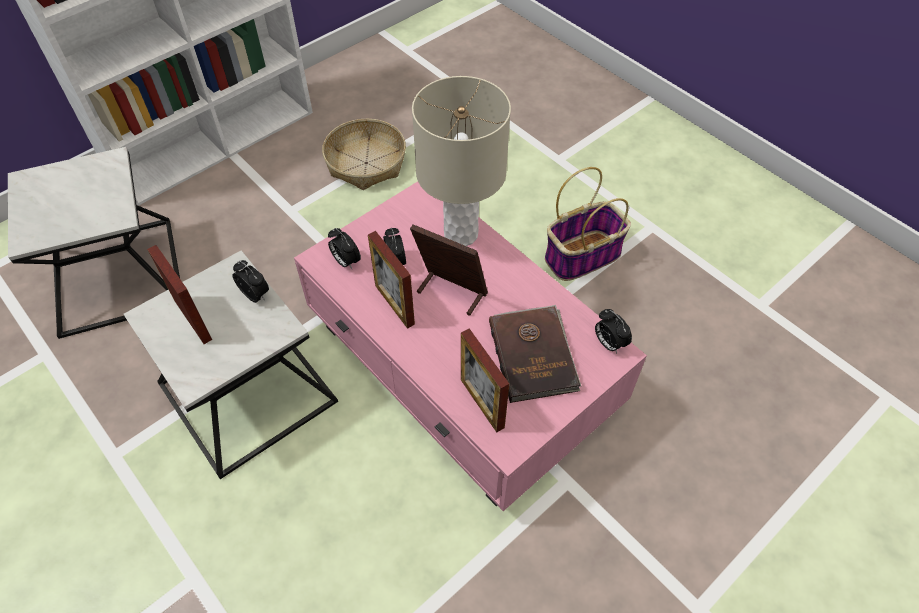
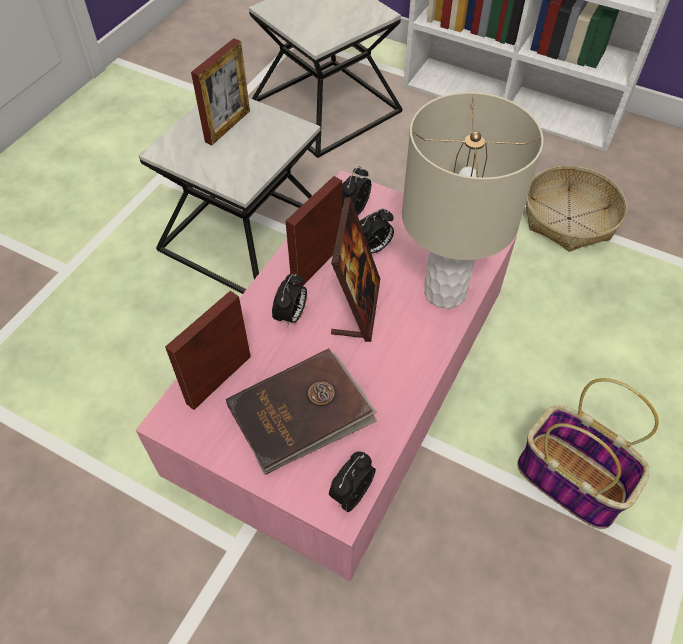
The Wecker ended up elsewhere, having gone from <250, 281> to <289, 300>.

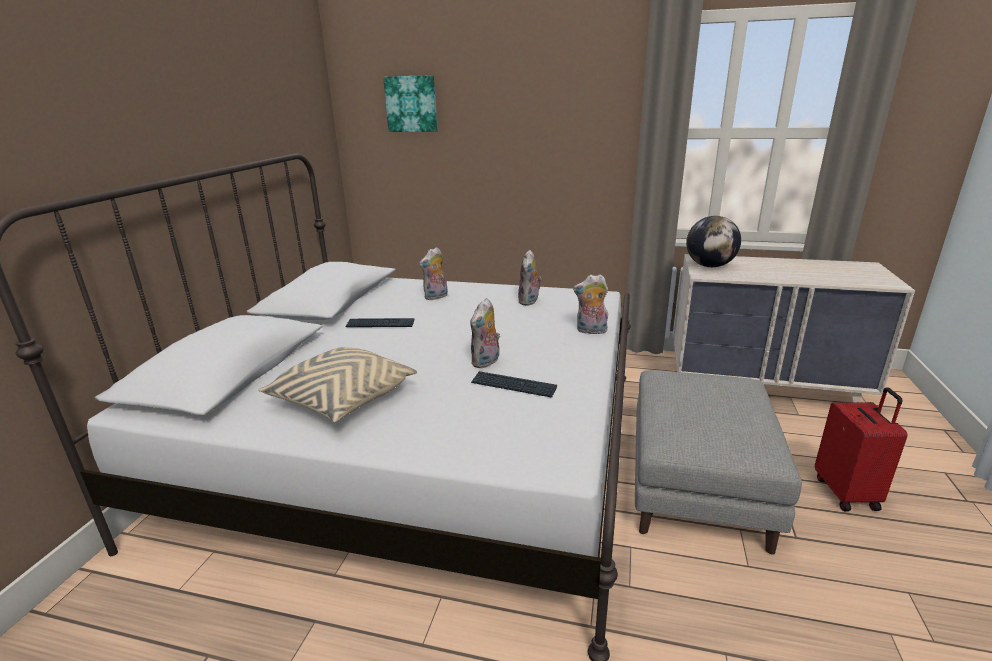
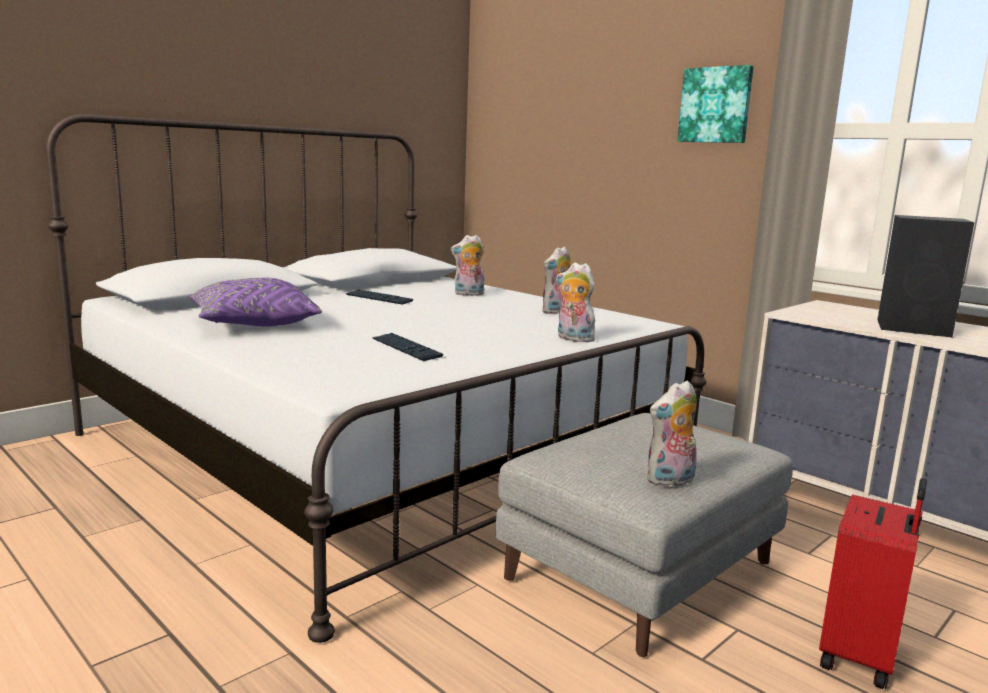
The second view lost the Globus at <713, 241>.
The second view gained the Lautsprecher [schwarz] at <925, 276>.
The Bild ended up elsewhere, having gone from <410, 103> to <716, 104>.
The Plüschtier ended up elsewhere, having gone from <485, 333> to <671, 434>.
What was the Kissen [beige] at <337, 384> turned into the Kissen [lila] at <255, 302>.

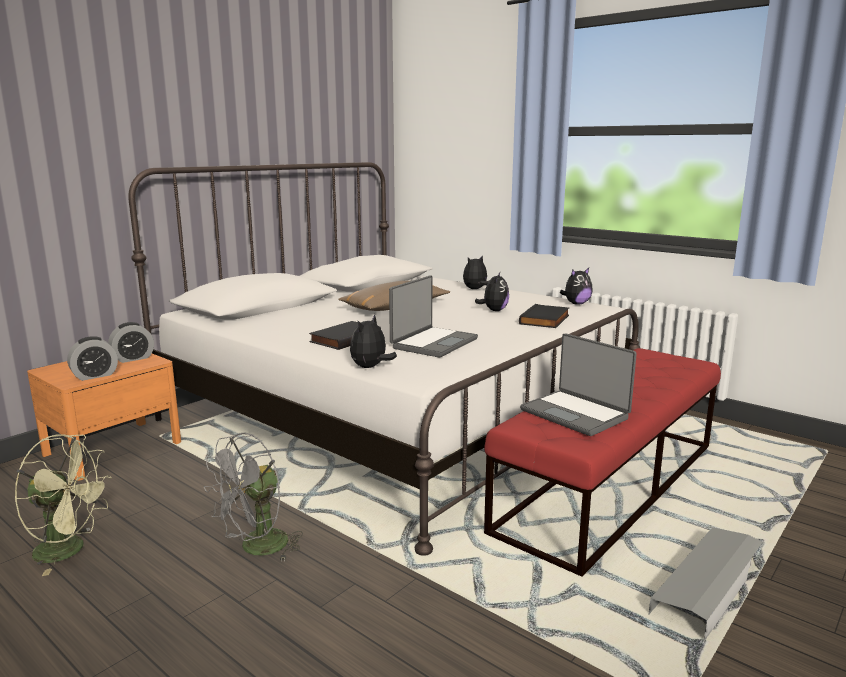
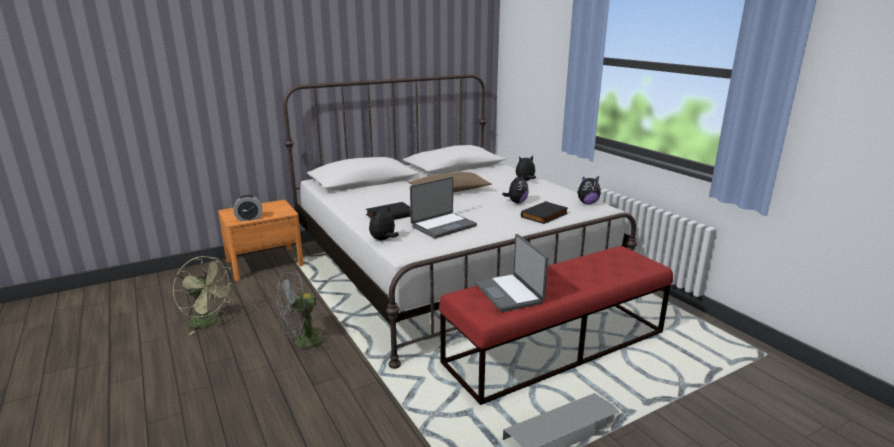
The second view lost the Wecker at <131, 342>.

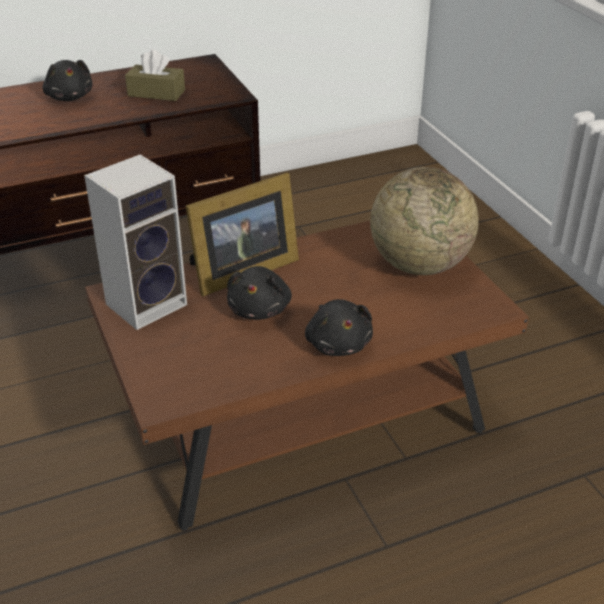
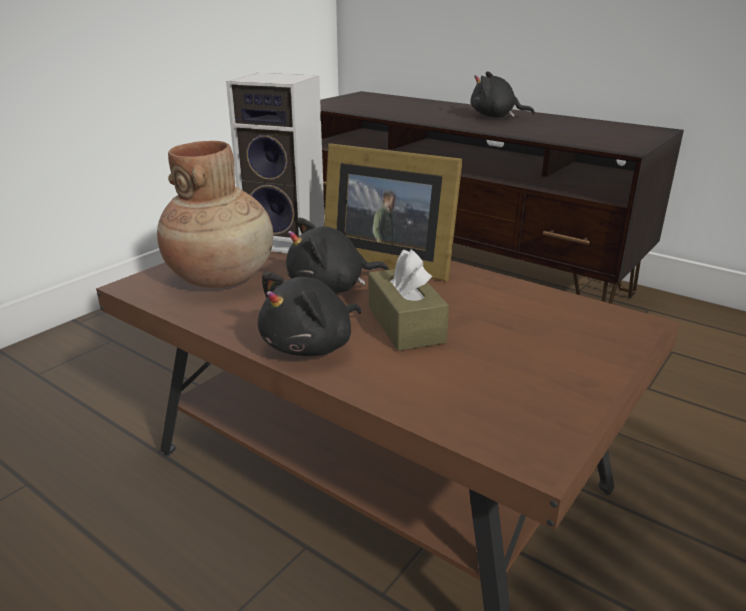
The second view lost the Globus at <424, 221>.
The second view gained the Vase [braun] at <215, 214>.
The Taschentuchbox [braun] ended up elsewhere, having gone from <155, 75> to <409, 300>.
The Plüschtier [schwarz] at <67, 80> ended up facing another way, 75 degrees clockwise from before.

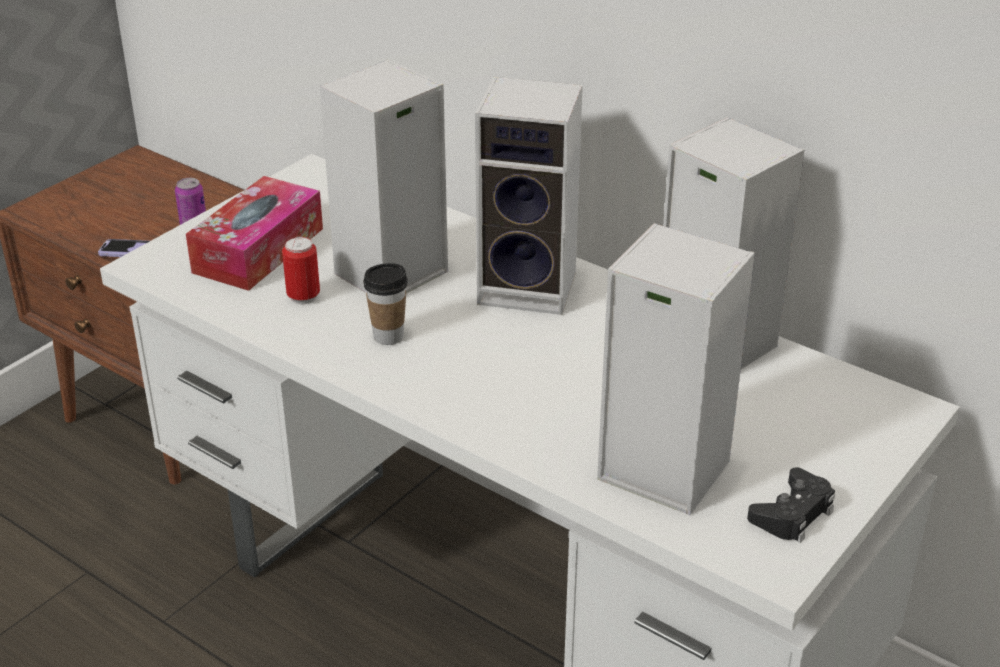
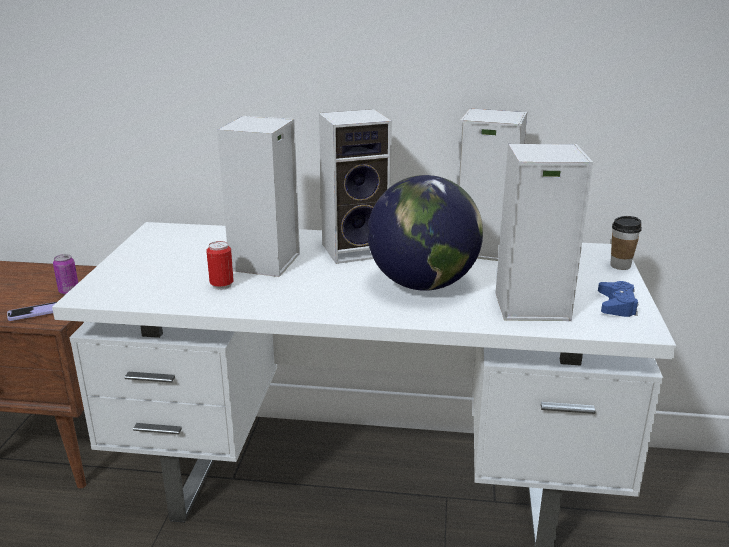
The second view lost the Taschentuchbox at <254, 233>.
The second view gained the Globus at <425, 233>.
The Tasse ended up elsewhere, having gone from <385, 304> to <626, 243>.
What was the Gamepad [schwarz] at <791, 505> turned into the Gamepad [blau] at <618, 299>.

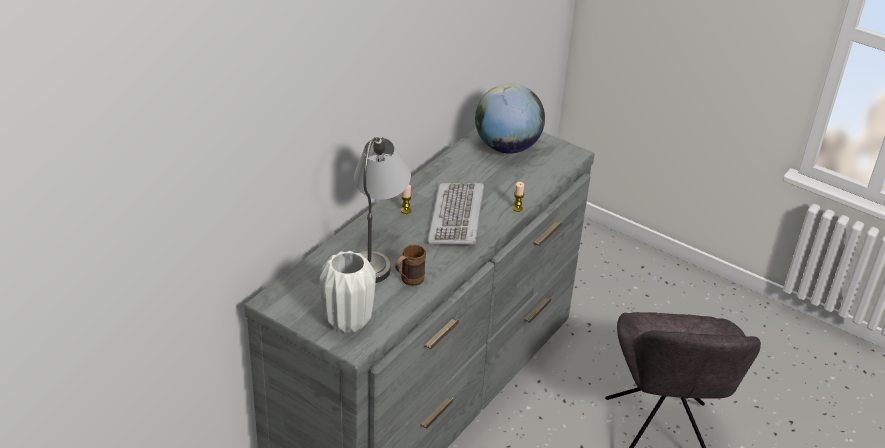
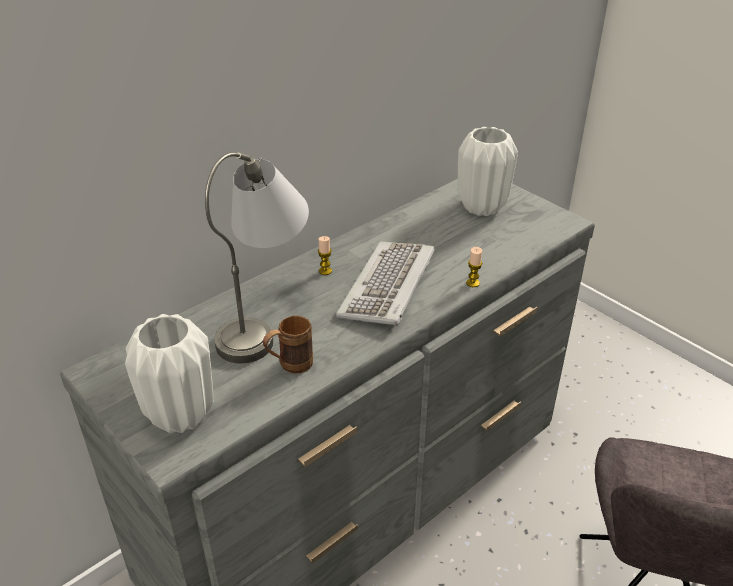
Where the Globus stood at <510, 118>, the Vase [weiß] came to stand at <488, 171>.

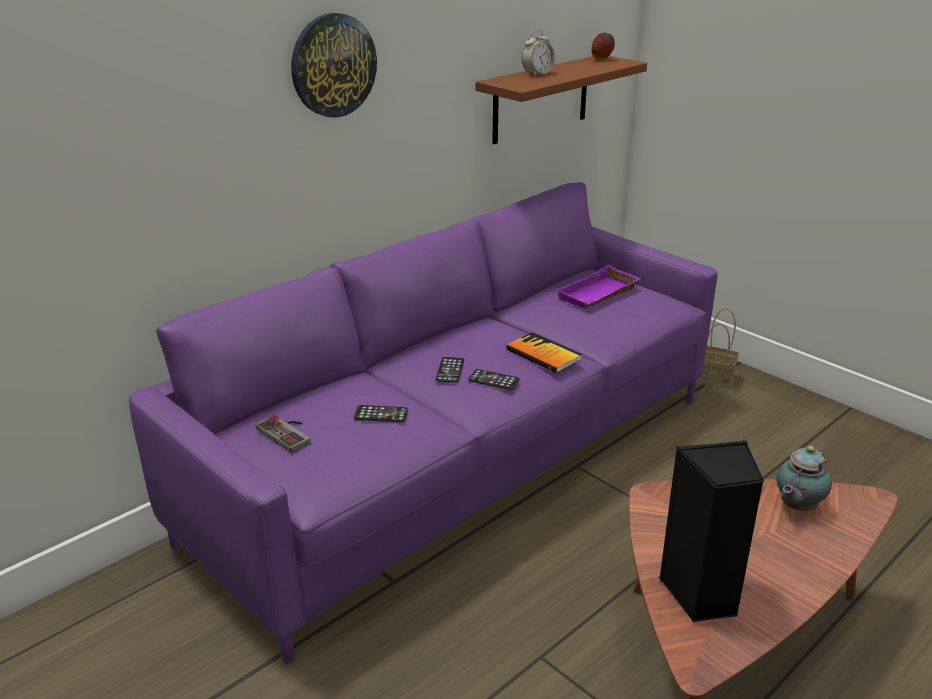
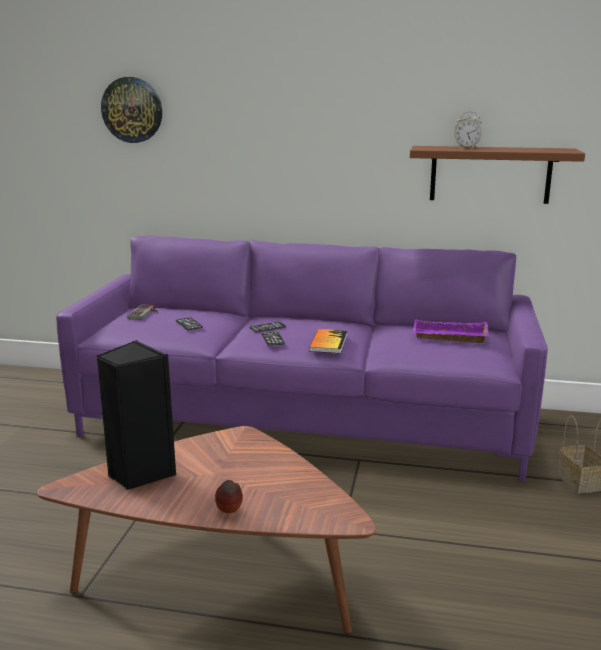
The second view lost the Teekanne at <804, 478>.
The Wanduhr ended up elsewhere, having gone from <334, 65> to <131, 110>.
The Apfel ended up elsewhere, having gone from <603, 45> to <229, 496>.

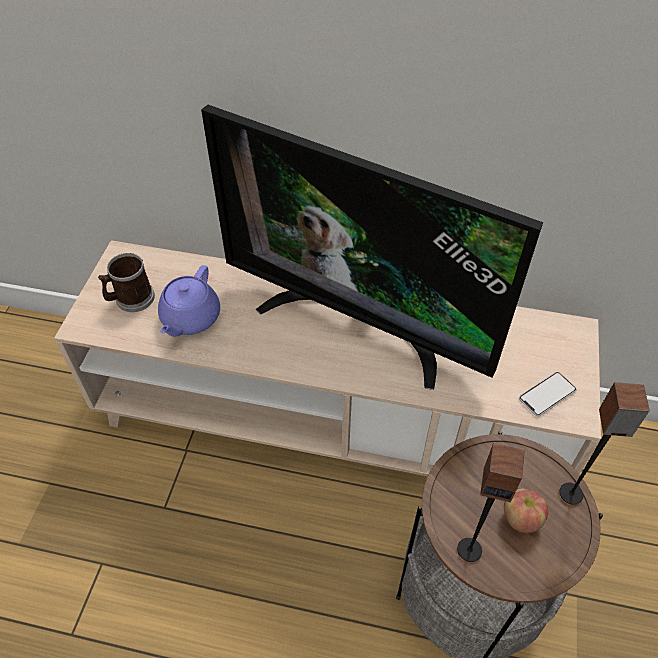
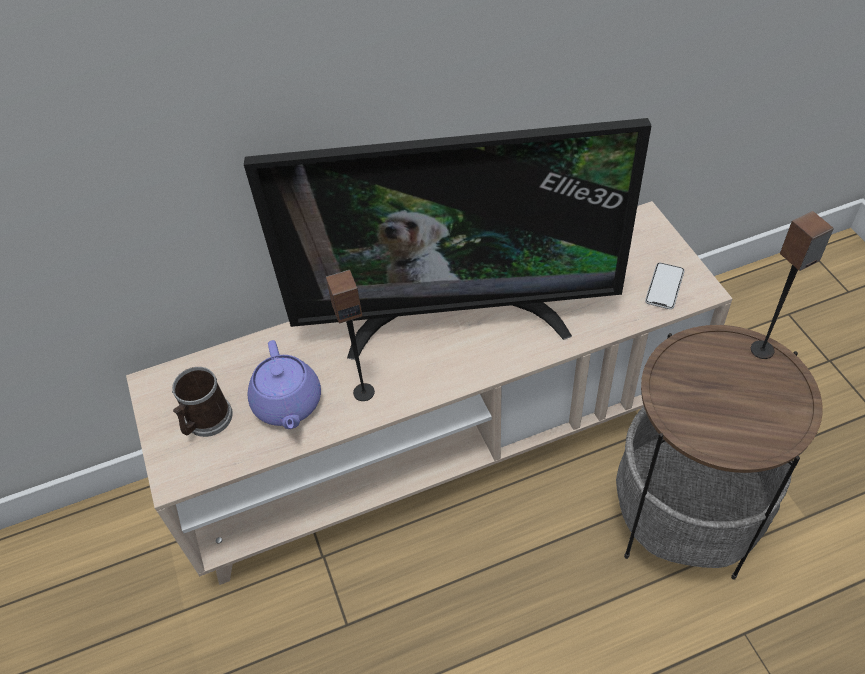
The second view lost the Apfel at <526, 511>.
The Lautsprecher ended up elsewhere, having gone from <491, 502> to <350, 335>.

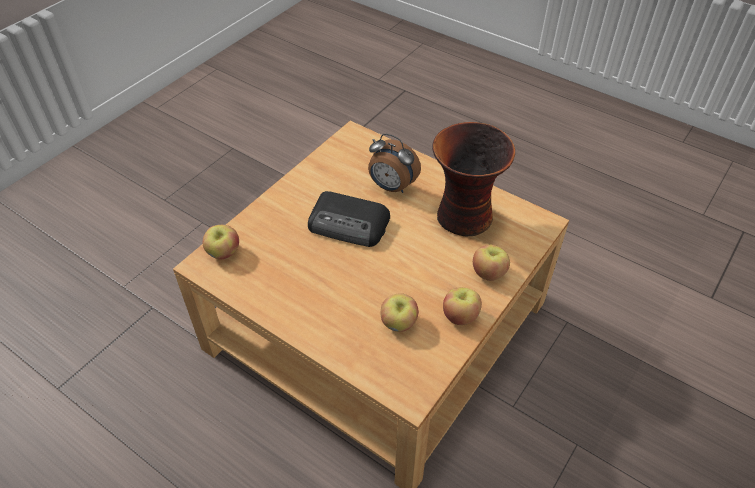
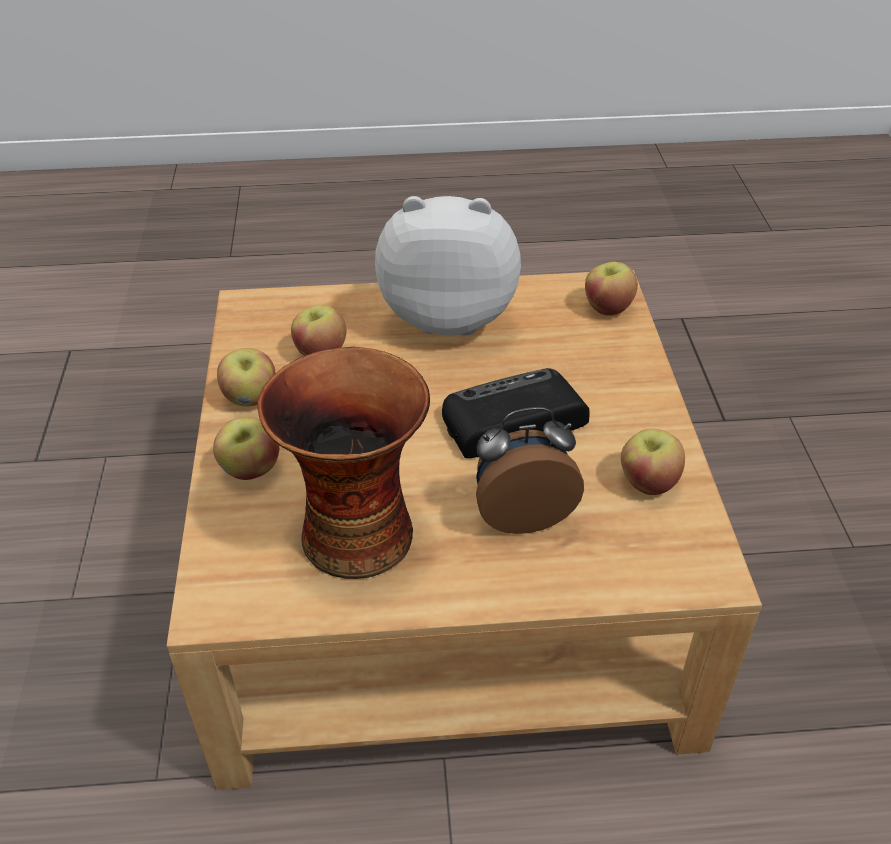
The second view gained the Plüschtier at <448, 265>.
The second view gained the Apfel at <653, 462>.

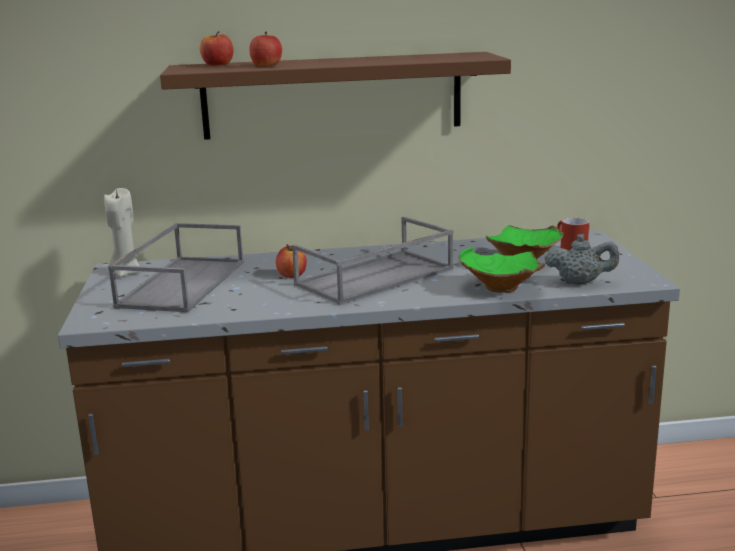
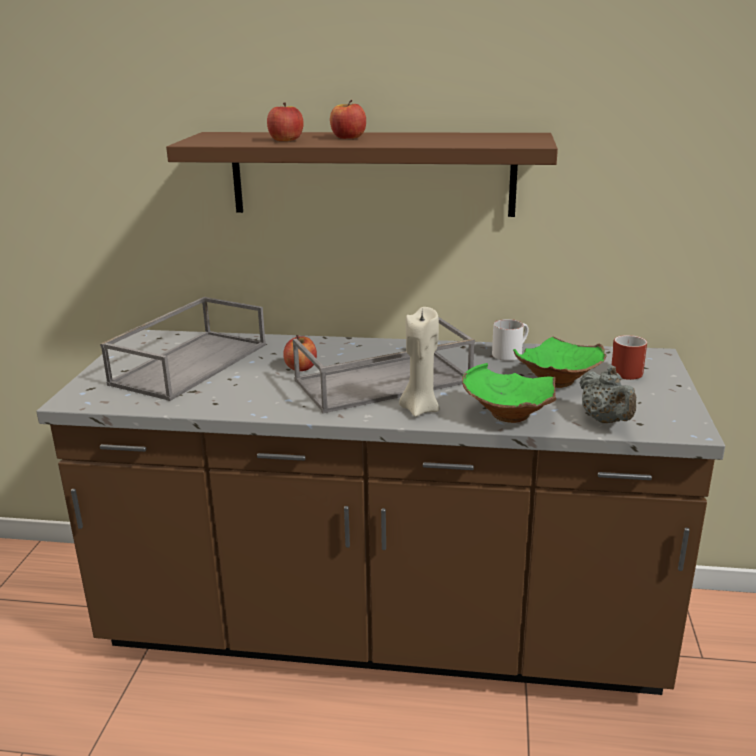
The second view gained the Henkelbecher [weiß] at <510, 340>.
The Kerze [beige] ended up elsewhere, having gone from <122, 232> to <419, 362>.
The Apfel ended up elsewhere, having gone from <216, 48> to <348, 119>.
The Teekanne [grau] at <581, 259> ended up facing another way, 45 degrees clockwise from before.

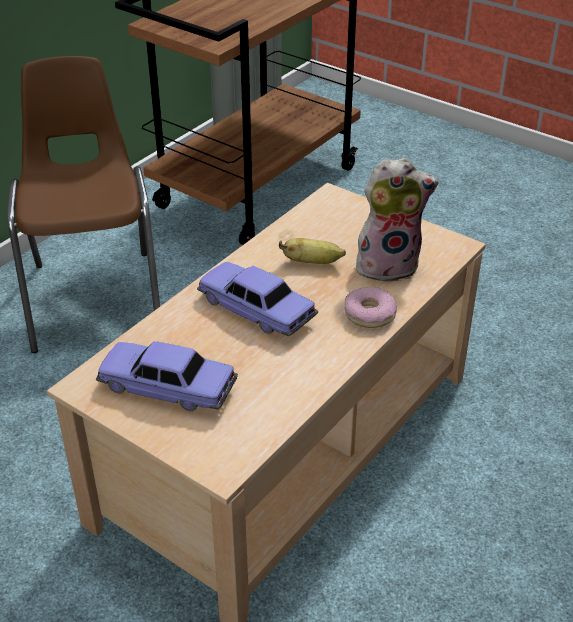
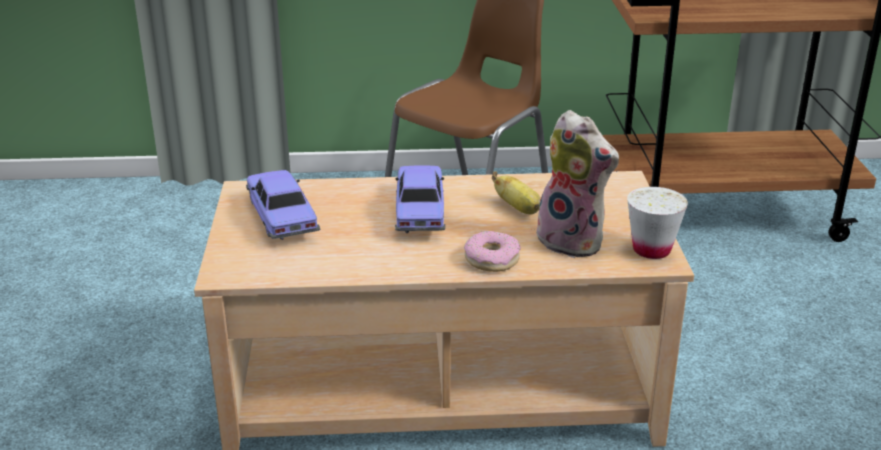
The second view gained the Tasse [weiß] at <657, 223>.

